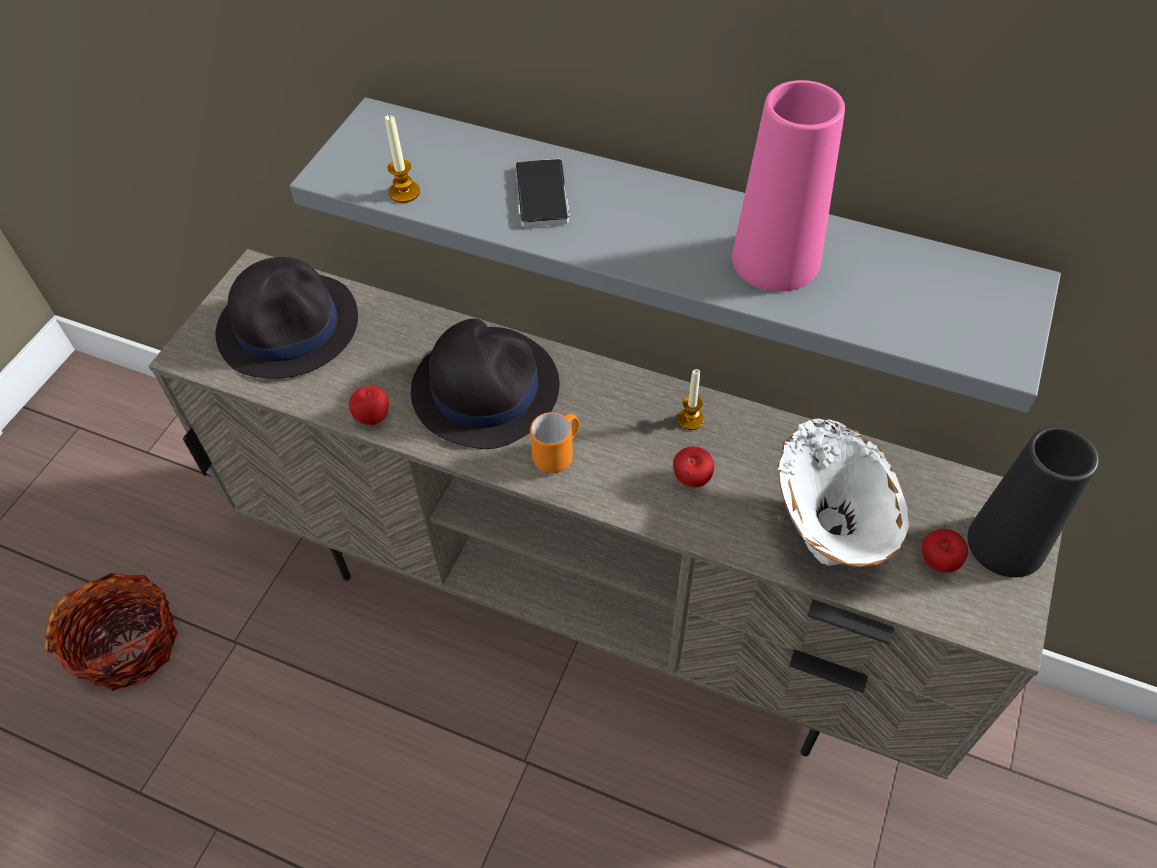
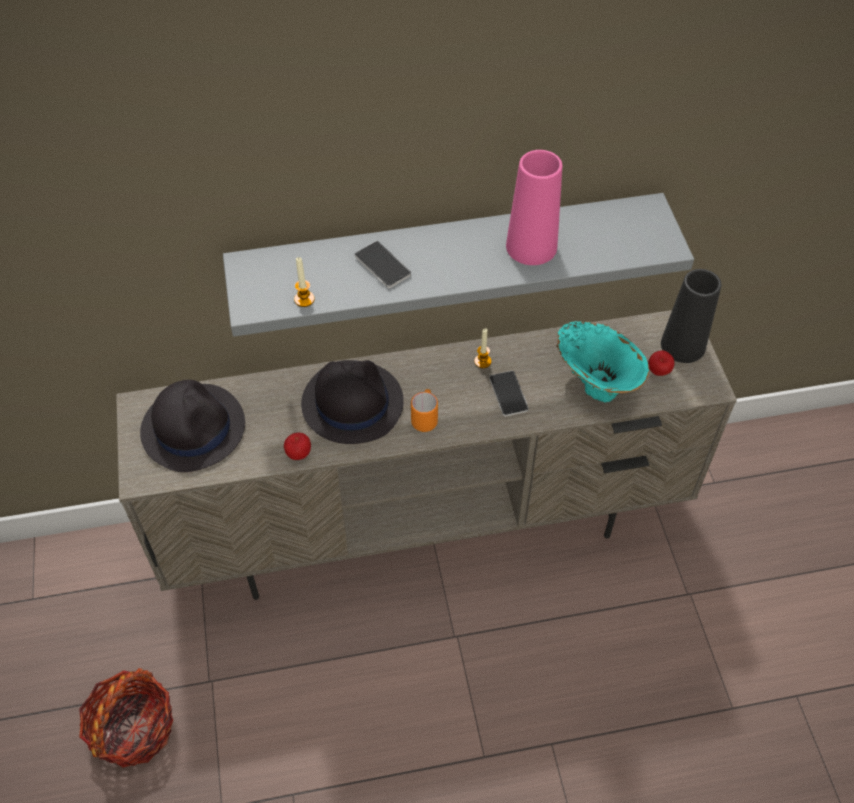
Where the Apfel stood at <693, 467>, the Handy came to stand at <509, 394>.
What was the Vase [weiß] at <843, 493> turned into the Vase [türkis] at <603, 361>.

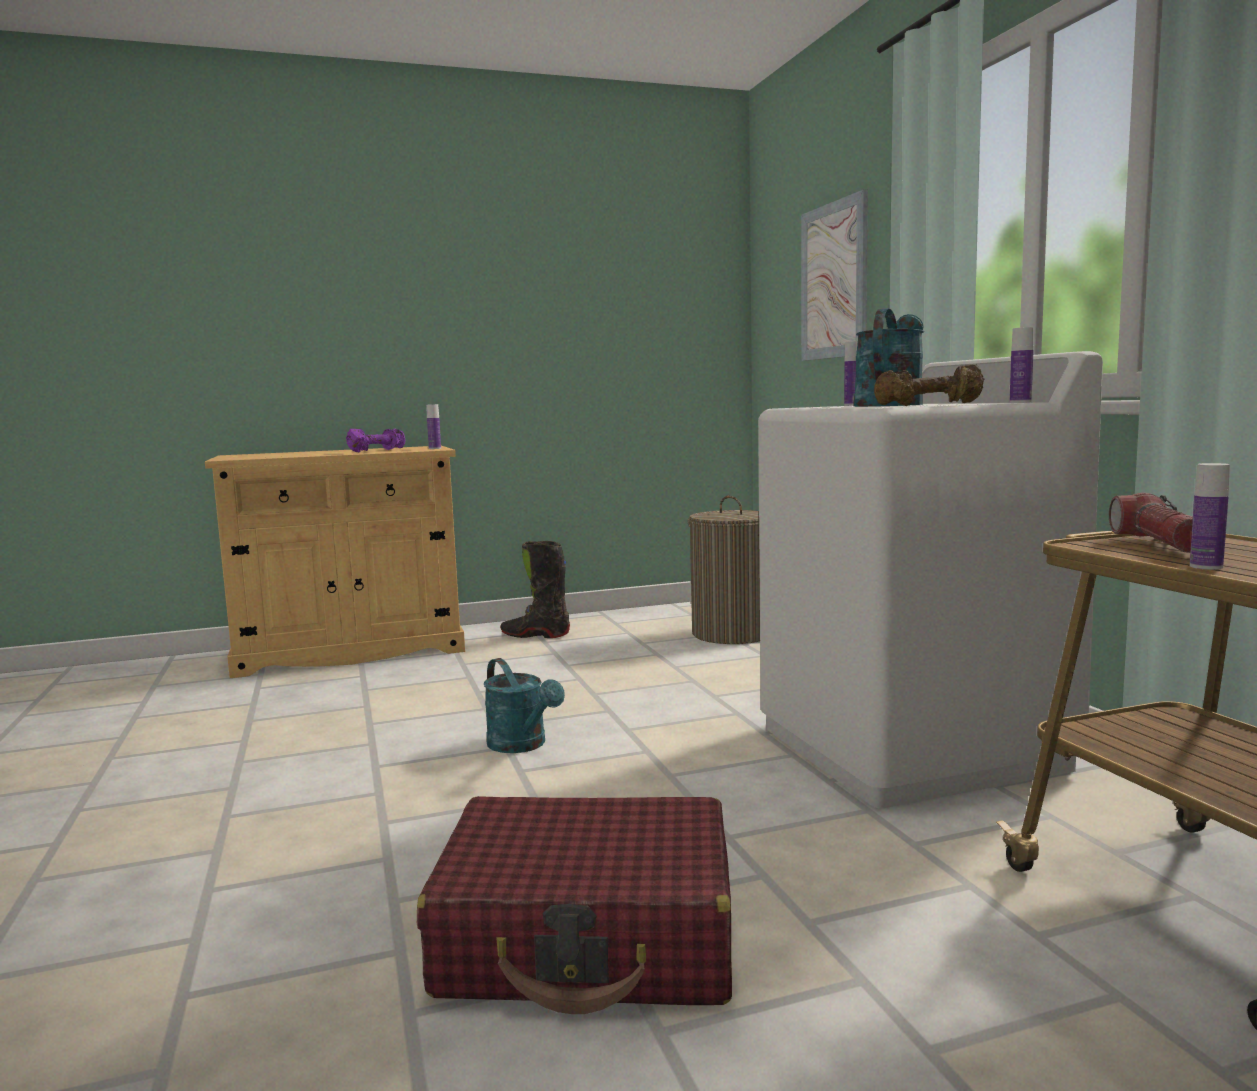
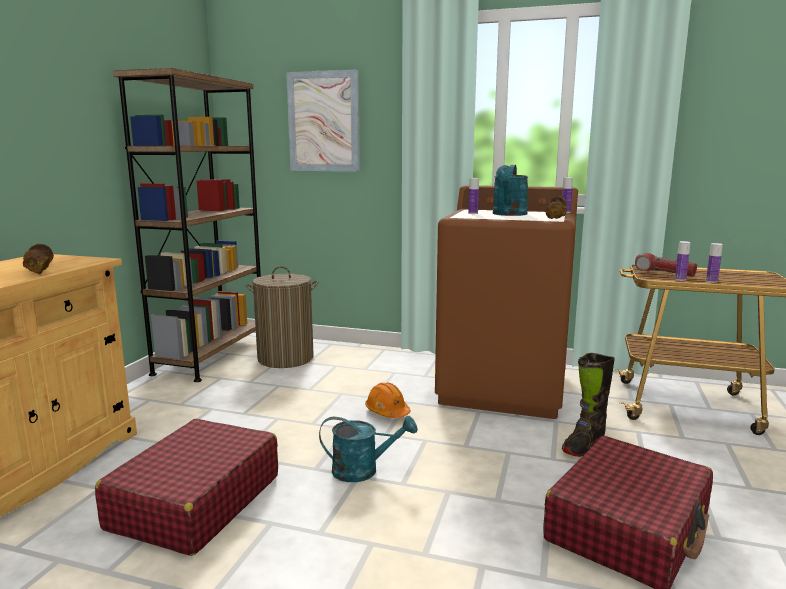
The second view gained the Koffer [rot] at <186, 487>.
The second view gained the Bücherregal [braun] at <187, 225>.
The second view gained the Schutzhelm [orange] at <388, 400>.
The Flasche ended up elsewhere, having gone from <433, 426> to <683, 261>.
The Stiefel [schwarz] ended up elsewhere, having gone from <535, 589> to <588, 405>.
What was the Hantel [lila] at <375, 440> turned into the Hantel [braun] at <38, 259>.
What was the Waschmaschine [weiß] at <930, 579> turned into the Waschmaschine [braun] at <506, 302>.
The Gießkanne [türkis] at <888, 357> ended up facing another way, 135 degrees counterclockwise from before.

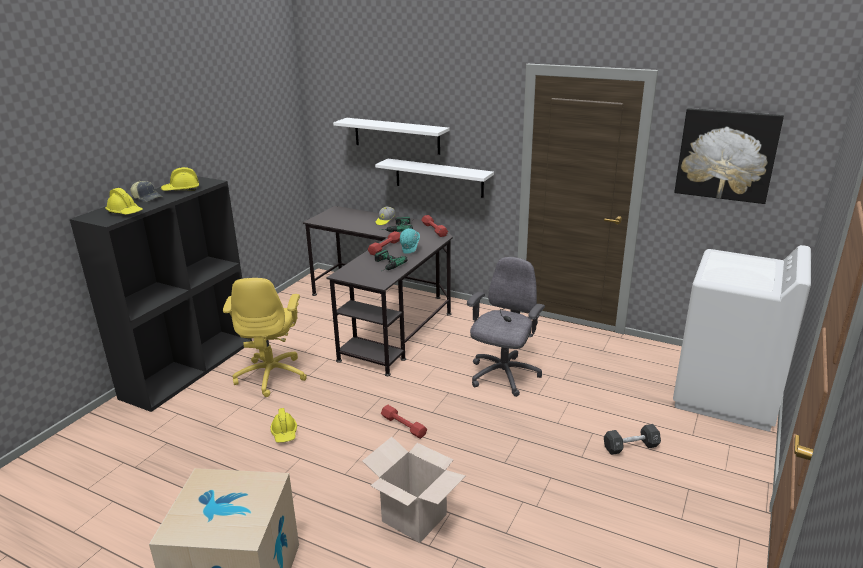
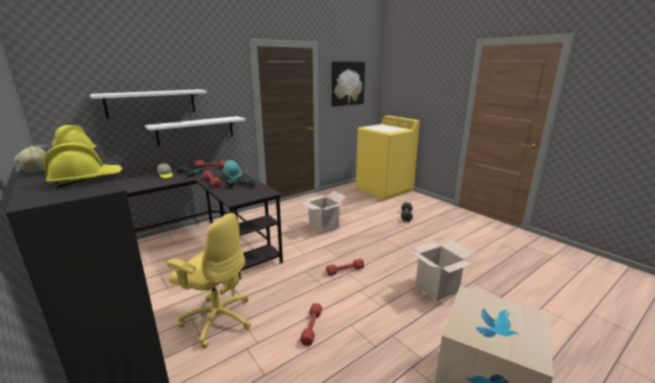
Where the Schutzhelm [gelb] stood at <283, 425>, the Hantel [rot] came to stand at <311, 324>.
Where the Bürostuhl [grau] stood at <506, 327>, the Karton came to stand at <323, 212>.
What was the Waschmaschine [weiß] at <742, 338> turned into the Waschmaschine [gelb] at <388, 157>.

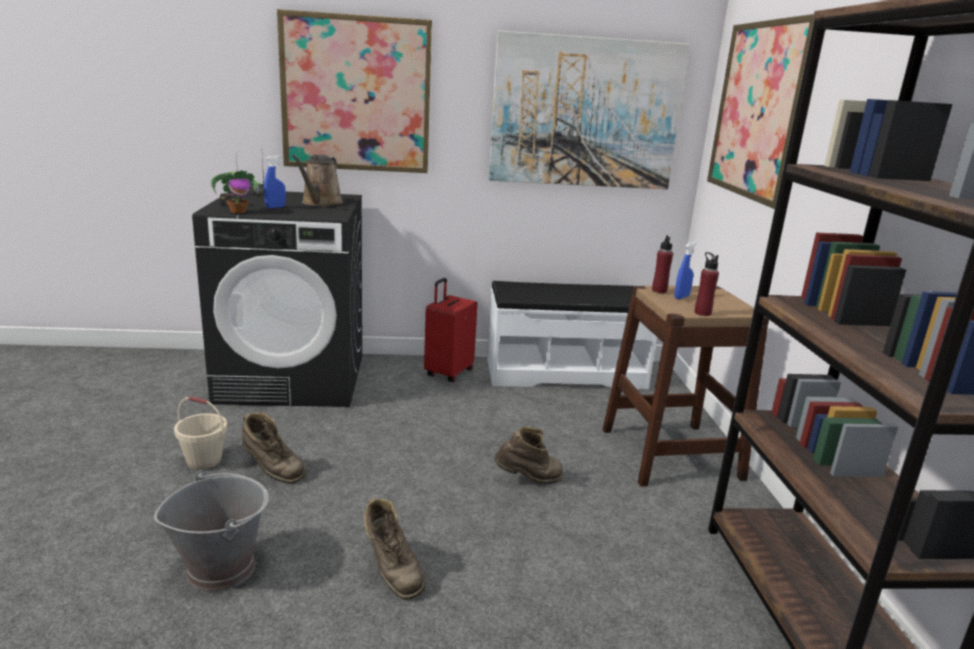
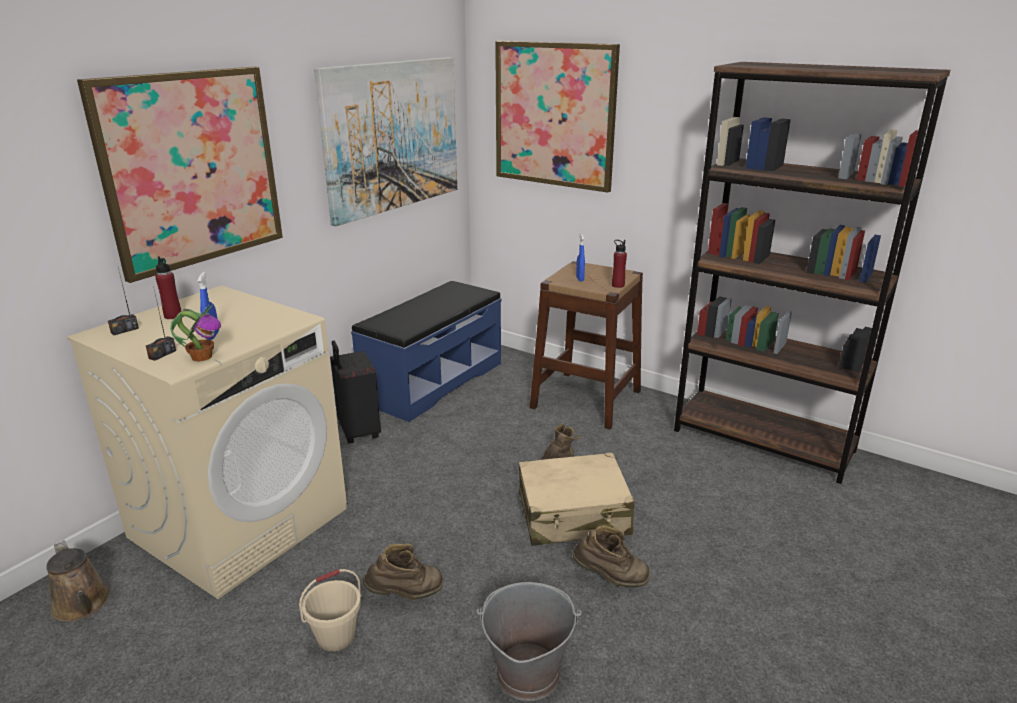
The second view gained the Koffer [beige] at <577, 499>.
The Gießkanne [braun] ended up elsewhere, having gone from <317, 180> to <78, 581>.
The Flasche [rot] ended up elsewhere, having gone from <662, 264> to <168, 287>.
What was the Waschmaschine [schwarz] at <277, 299> turned into the Waschmaschine [beige] at <207, 442>.
What was the Koffer [rot] at <451, 330> turned into the Koffer [schwarz] at <355, 392>.
What was the Bank [weiß] at <572, 335> turned into the Bank [blau] at <426, 351>.

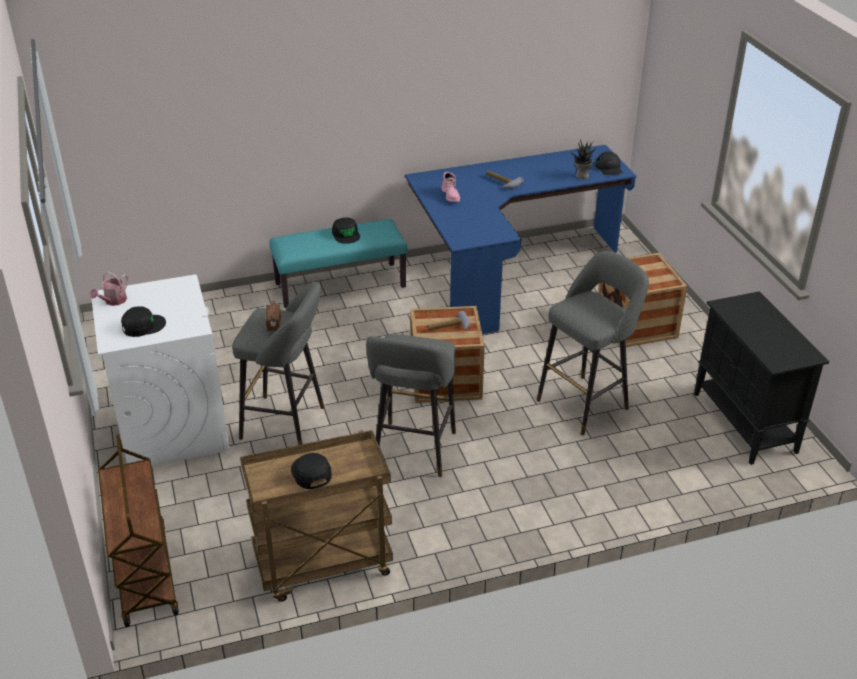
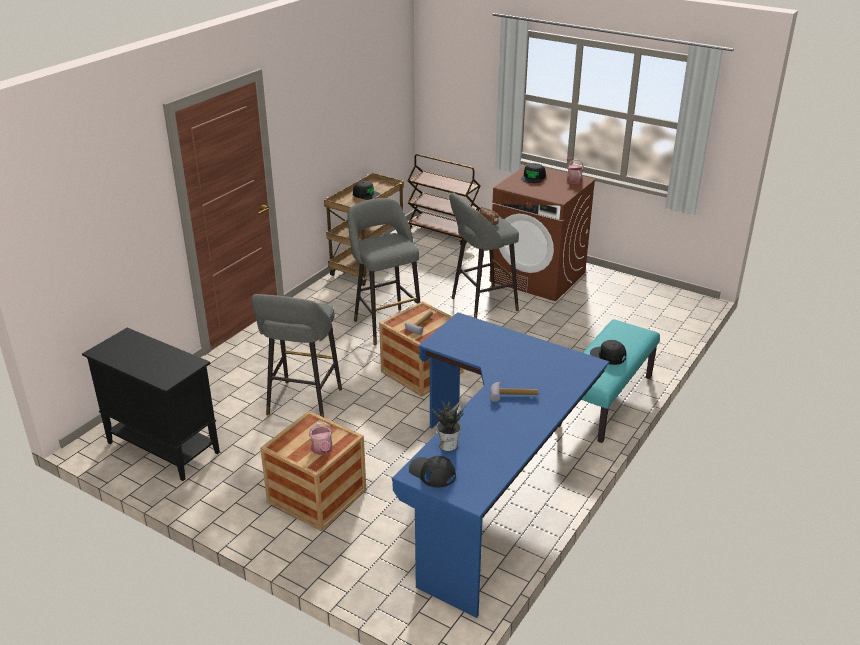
The second view lost the Stiefel [rosa] at <450, 187>.
The second view gained the Gießkanne at <321, 438>.
What was the Waschmaschine [weiß] at <160, 370> turned into the Waschmaschine [braun] at <542, 232>.

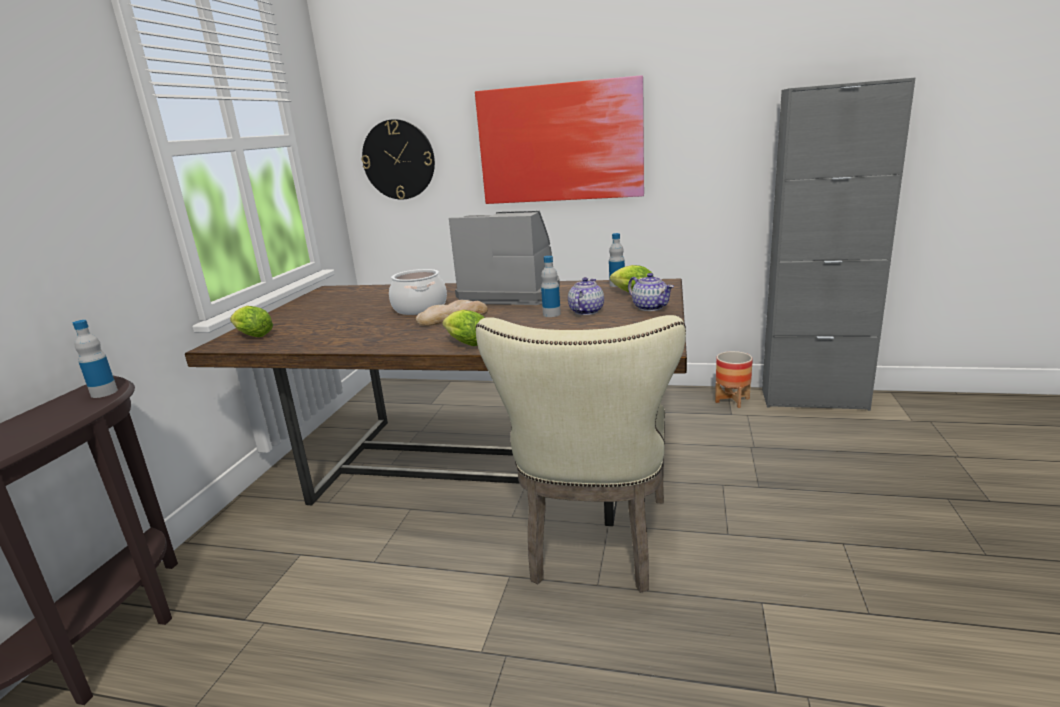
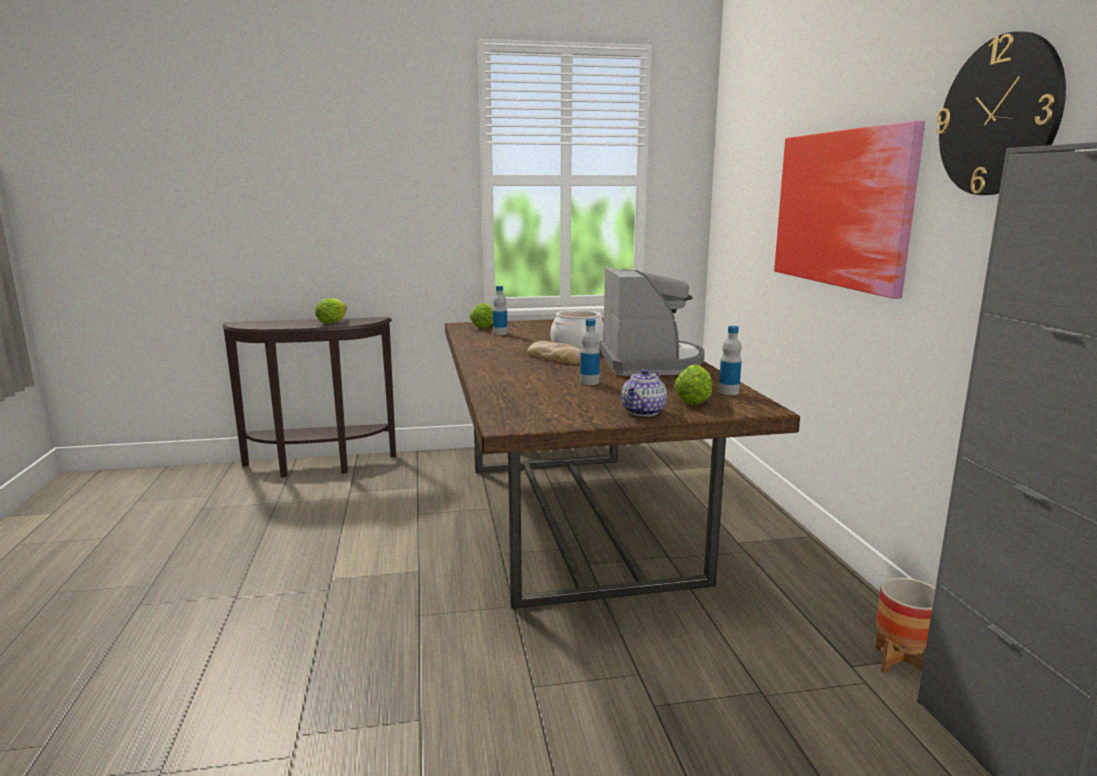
The second view lost the Stuhl [beige] at <581, 454>.
The second view lost the Teekanne at <586, 296>.
The Flasche ended up elsewhere, having gone from <95, 359> to <500, 310>.
The Wanduhr ended up elsewhere, having gone from <398, 159> to <1001, 113>.
The Salatkopf ended up elsewhere, having gone from <463, 328> to <331, 311>.

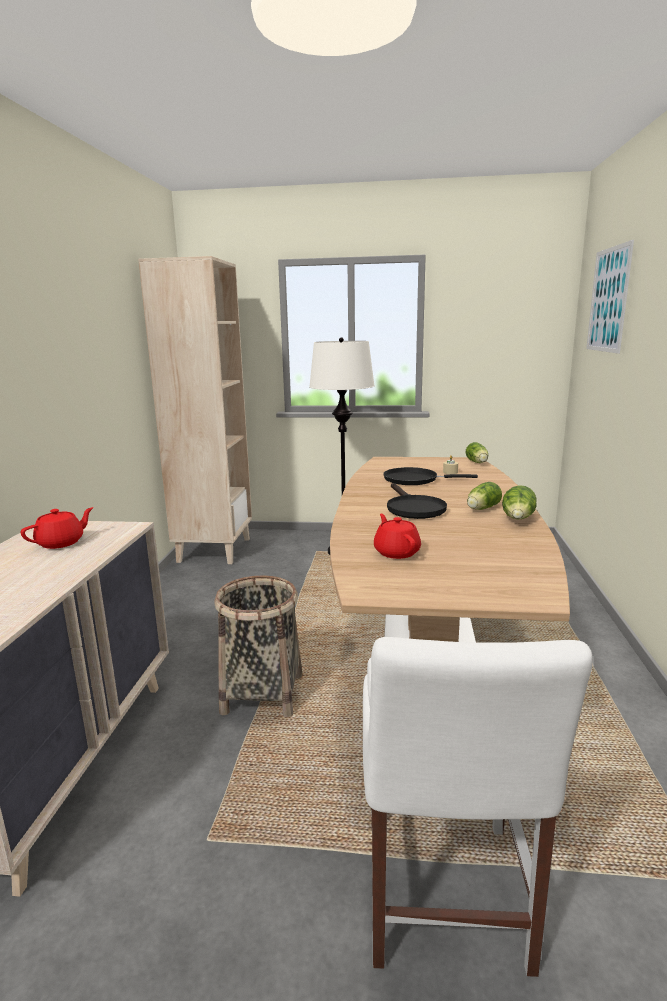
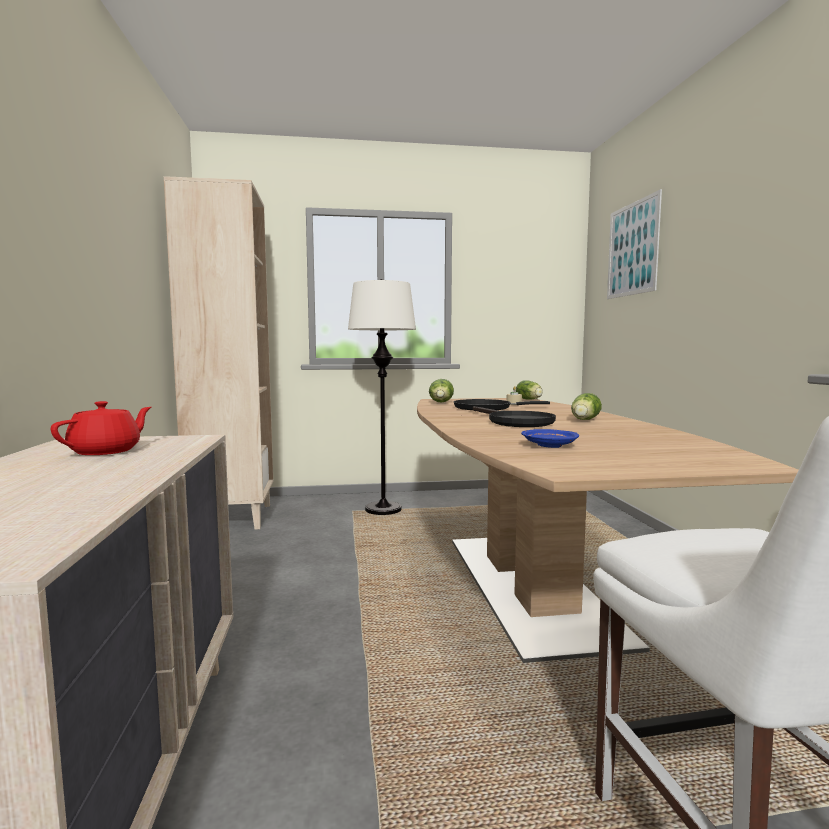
The second view lost the Korb at <258, 646>.
The Salatkopf ended up elsewhere, having gone from <519, 502> to <441, 390>.
Where the Teekanne [rot] stood at <397, 536>, the Teller [blau] came to stand at <550, 438>.

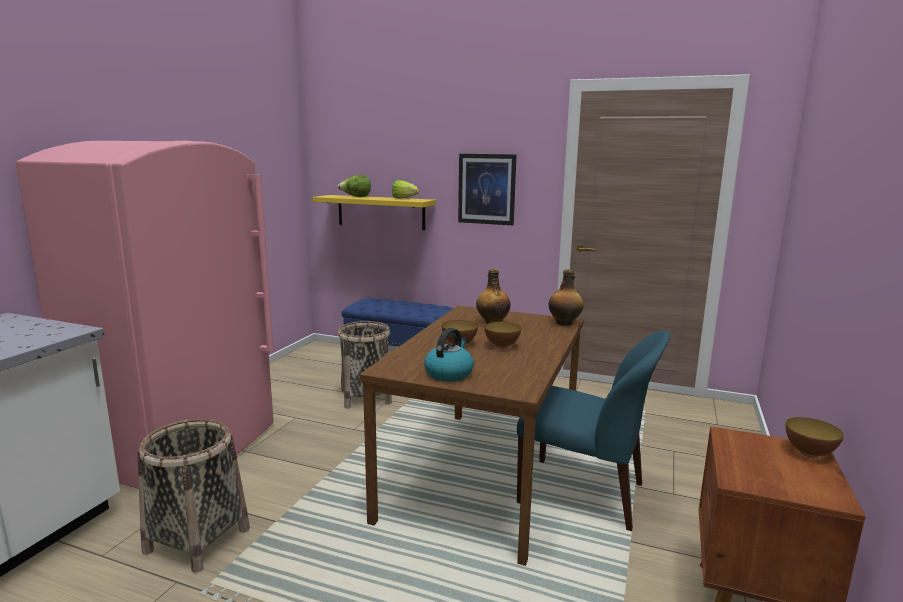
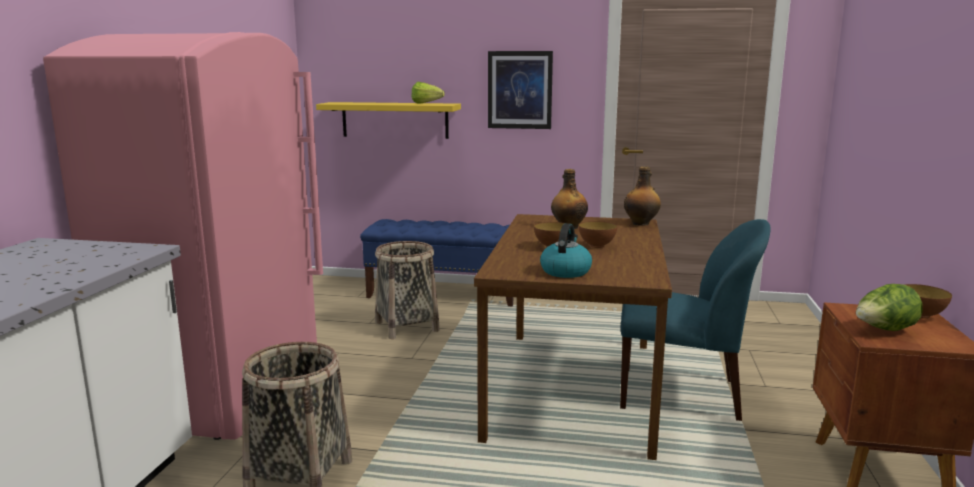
The Salatkopf ended up elsewhere, having gone from <354, 186> to <889, 307>.

